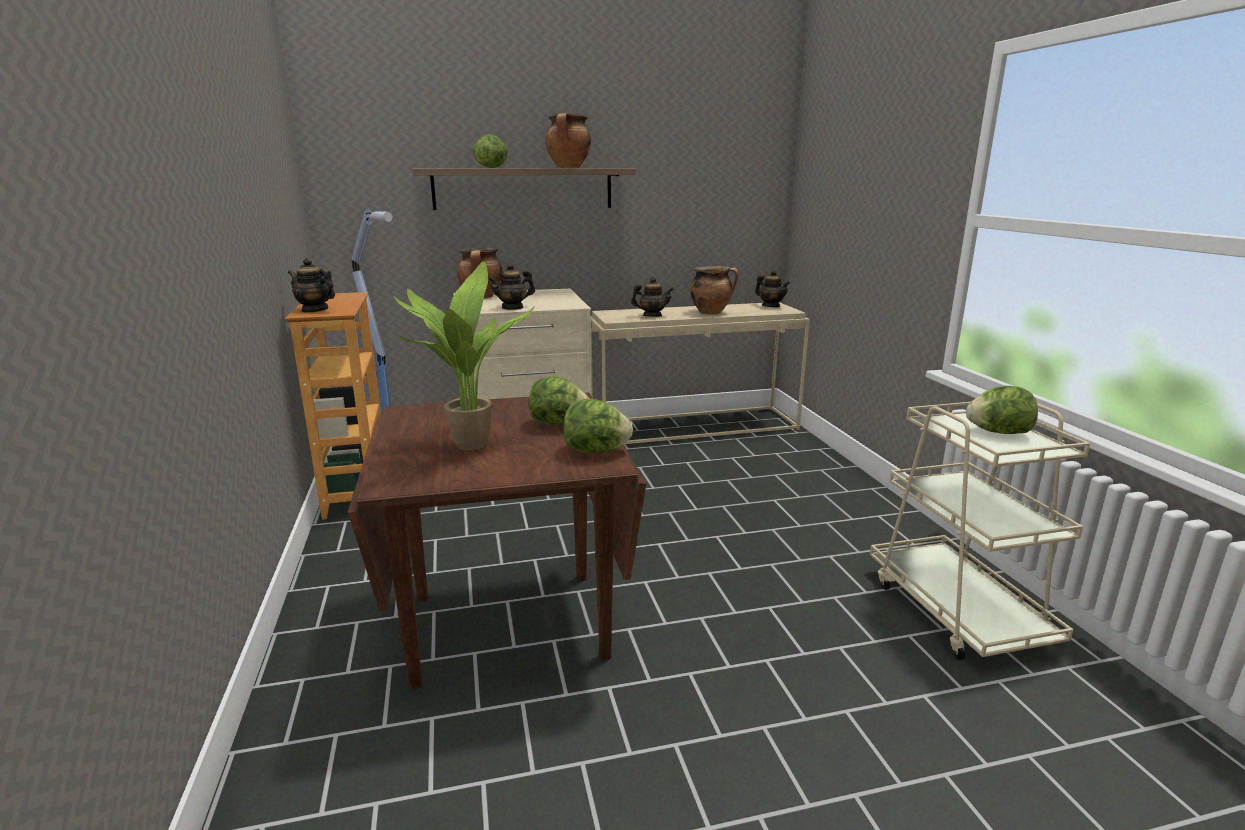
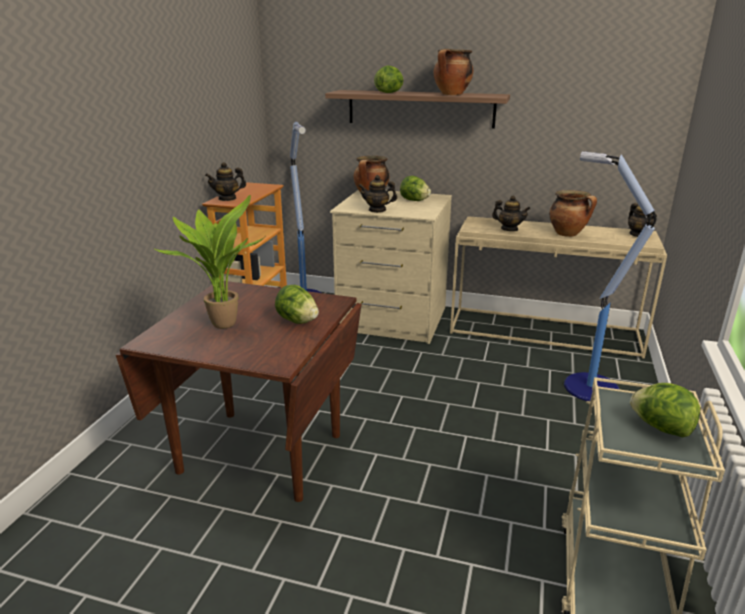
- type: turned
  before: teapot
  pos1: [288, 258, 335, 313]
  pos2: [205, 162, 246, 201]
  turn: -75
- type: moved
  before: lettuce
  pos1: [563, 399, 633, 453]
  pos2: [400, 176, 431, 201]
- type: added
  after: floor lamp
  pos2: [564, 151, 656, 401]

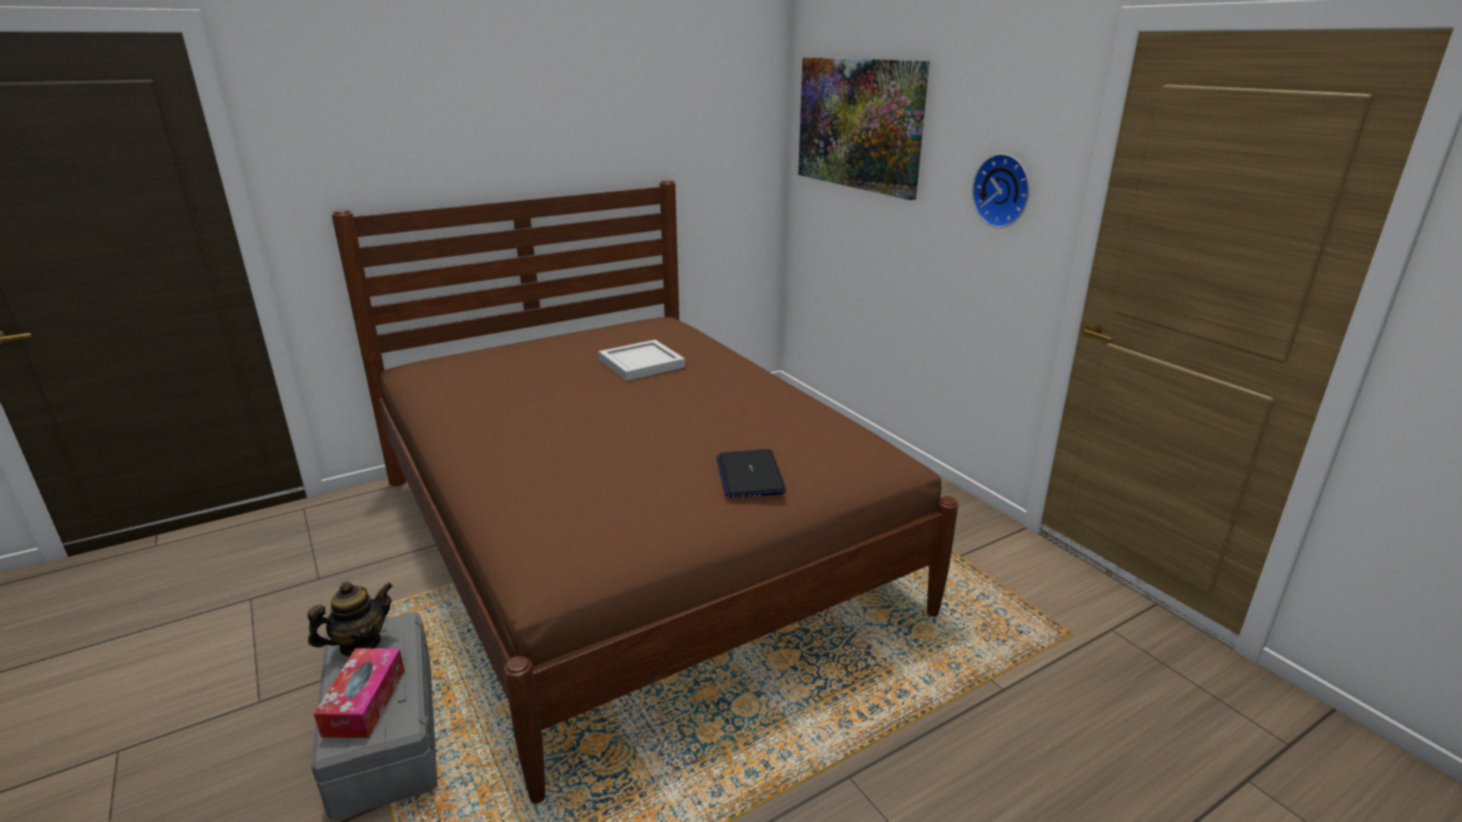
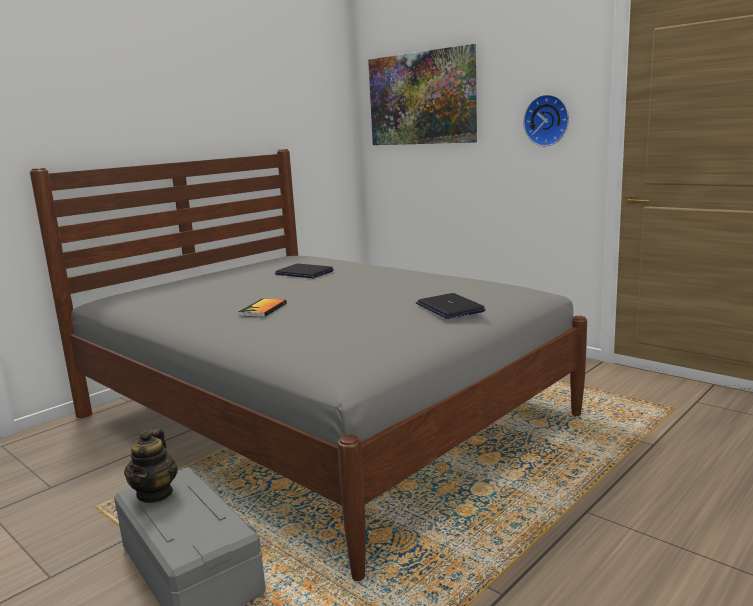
- type: recoloured
  before: brown bed
  after: grey bed
  pos1: [332, 180, 958, 804]
  pos2: [30, 149, 587, 581]
- type: turned
  before: teapot
  pos1: [308, 581, 393, 656]
  pos2: [124, 429, 178, 503]
  turn: 150
- type: added
  after: book
  pos2: [239, 299, 287, 317]
- type: replaced
  before: white tray
  after: laptop
  pos1: [598, 340, 685, 381]
  pos2: [275, 264, 334, 278]
- type: removed
  before: tissue box
  pos1: [314, 648, 405, 738]

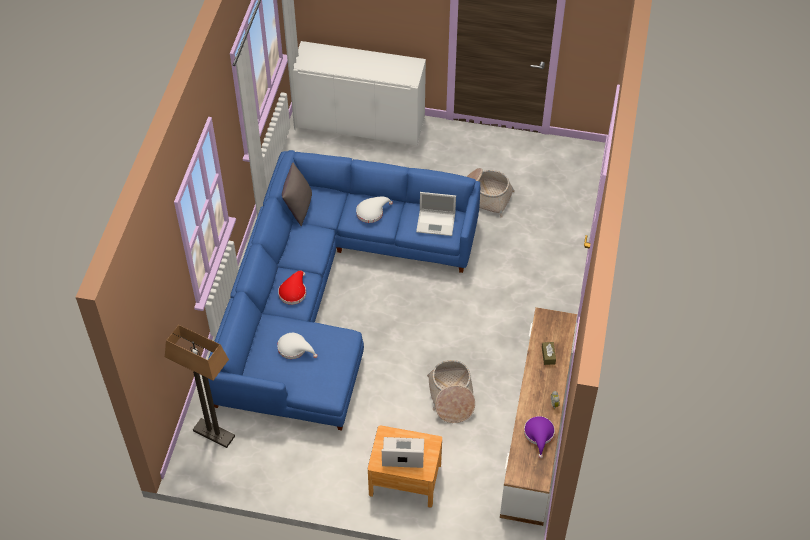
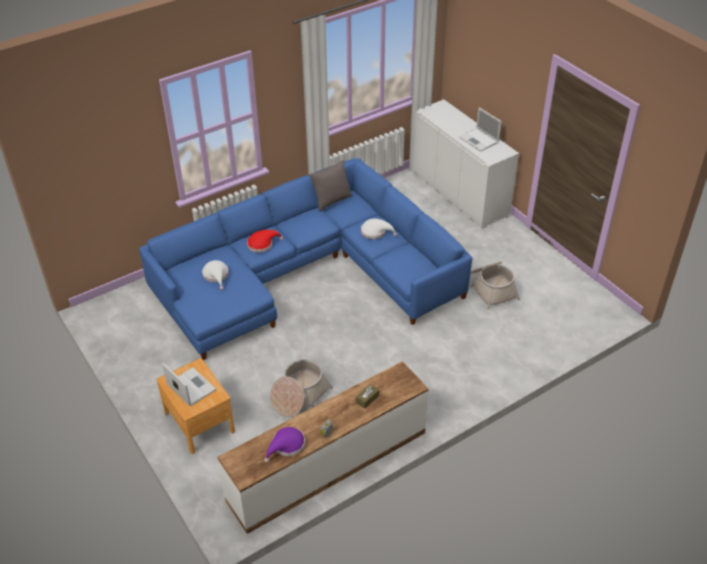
- type: moved
  before: laptop
  pos1: [416, 192, 456, 236]
  pos2: [459, 108, 502, 152]
- type: removed
  before: floor lamp
  pos1: [165, 325, 235, 448]

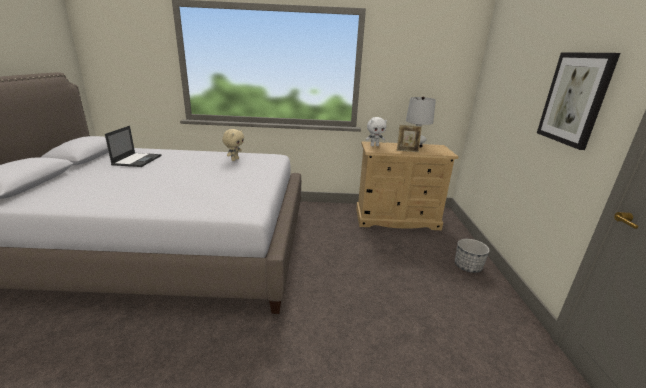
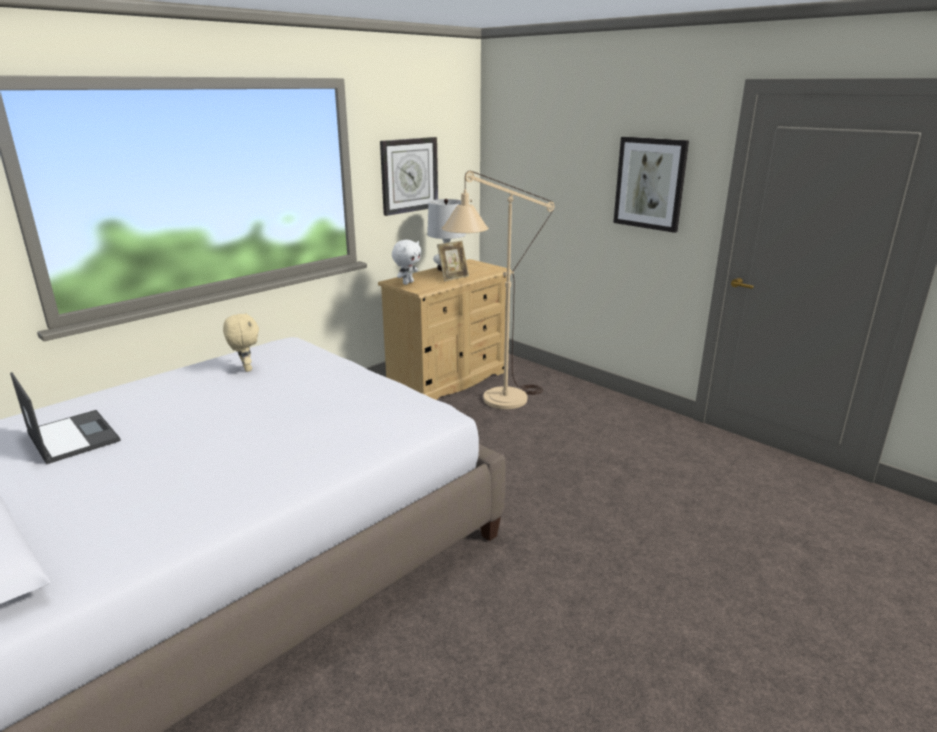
- type: added
  after: wall clock
  pos2: [380, 137, 438, 216]
- type: added
  after: beige floor lamp
  pos2: [442, 171, 555, 409]
- type: removed
  before: planter
  pos1: [455, 239, 490, 273]

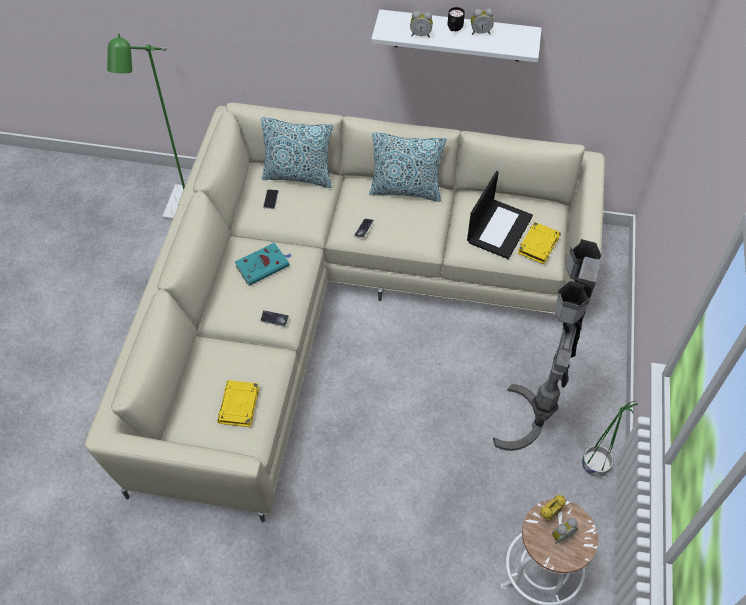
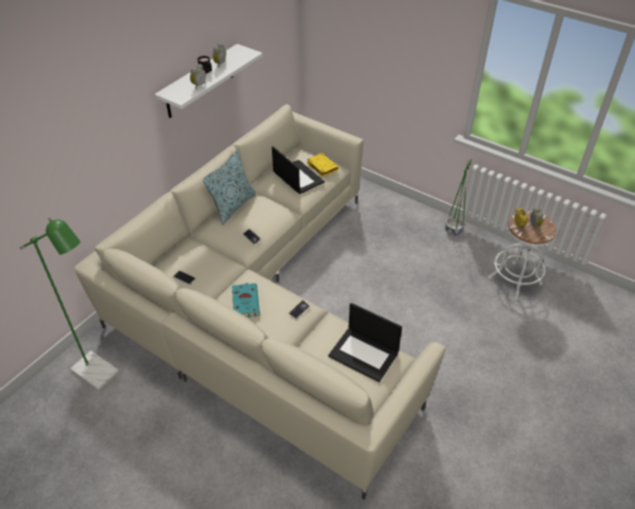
- type: replaced
  before: yellow book
  after: laptop
  pos1: [217, 380, 259, 427]
  pos2: [328, 303, 402, 382]
- type: removed
  before: pillow
  pos1: [261, 118, 333, 188]
- type: removed
  before: grey floor lamp
  pos1: [493, 239, 601, 451]

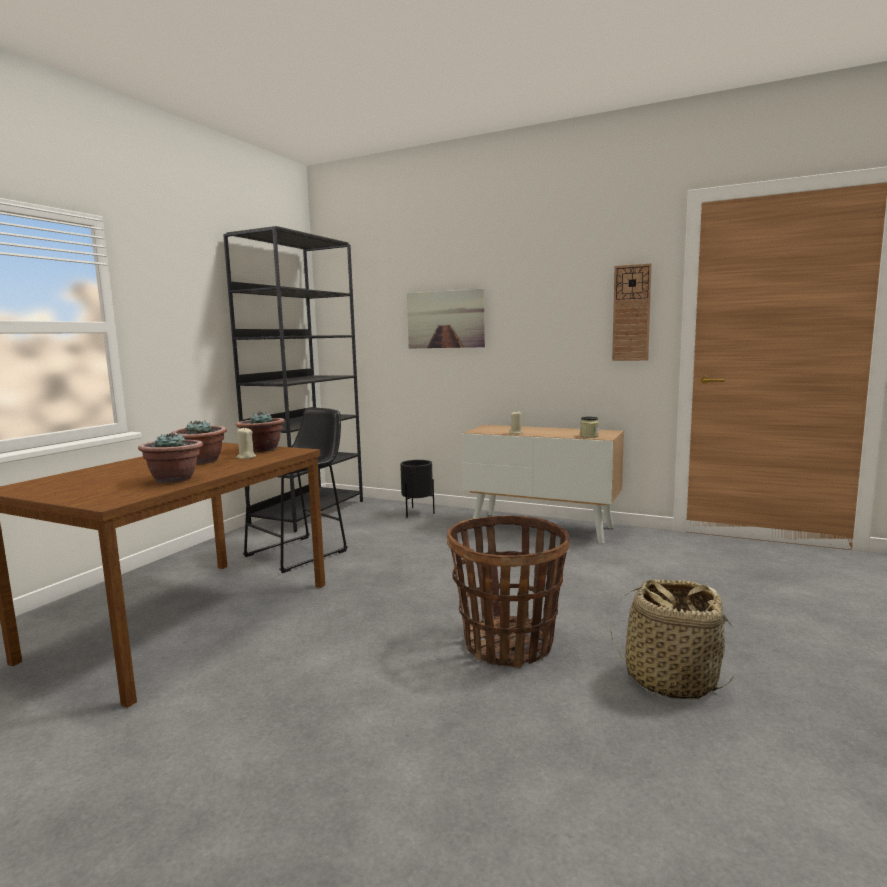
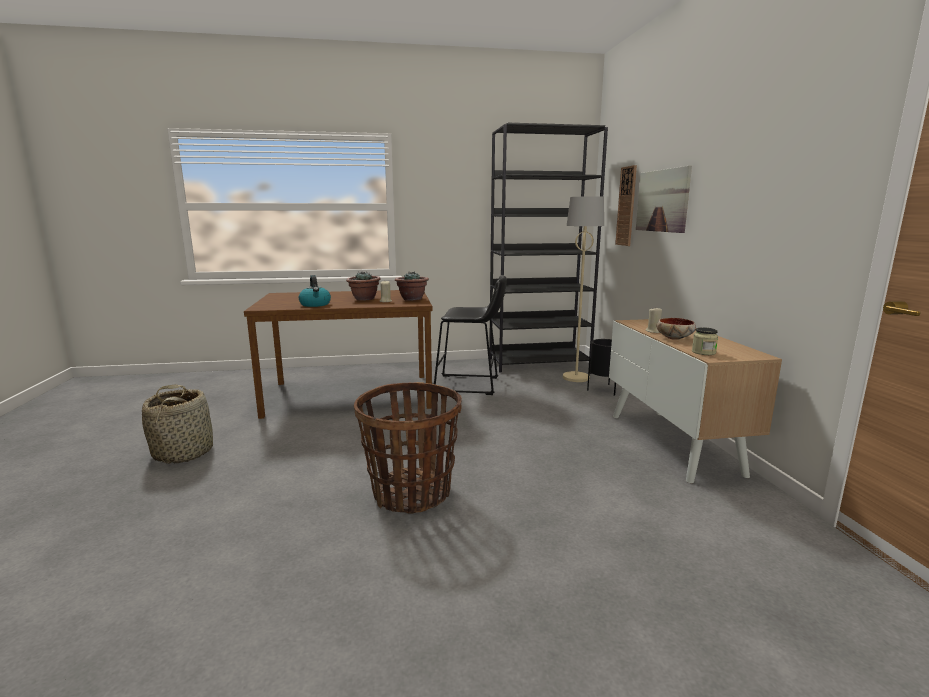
- type: moved
  before: basket
  pos1: [610, 579, 733, 700]
  pos2: [142, 384, 213, 464]
- type: replaced
  before: potted plant
  after: kettle
  pos1: [138, 432, 203, 483]
  pos2: [299, 275, 331, 307]
- type: added
  after: beige floor lamp
  pos2: [563, 196, 604, 382]
- type: moved
  before: wall clock
  pos1: [612, 263, 652, 361]
  pos2: [615, 165, 637, 246]
- type: added
  after: bowl
  pos2: [657, 318, 696, 340]

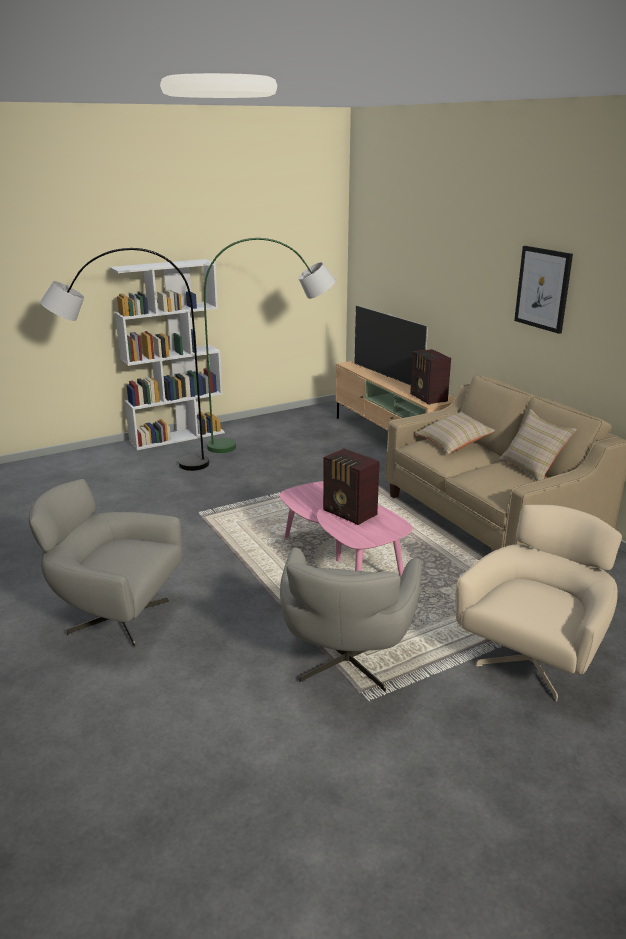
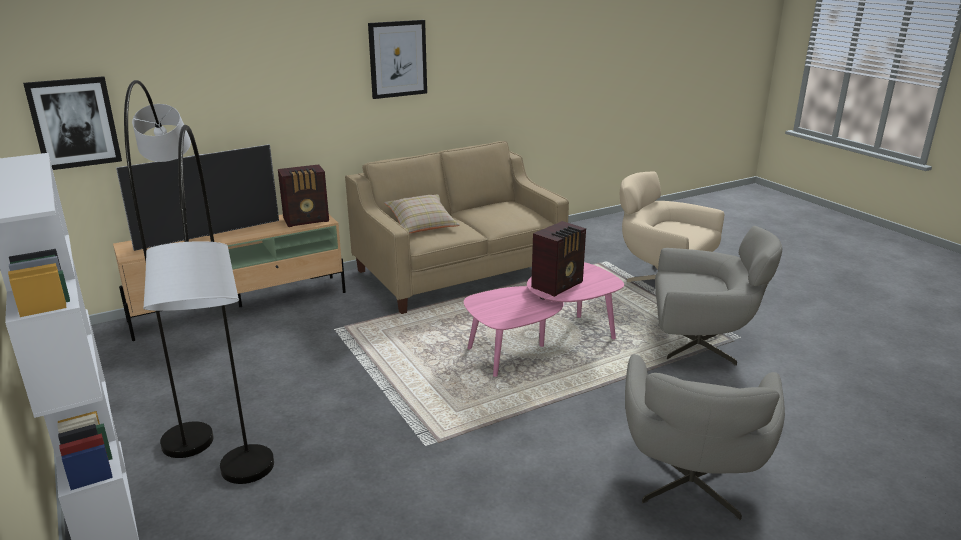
- type: added
  after: picture
  pos2: [23, 76, 122, 170]
- type: recoloured
  before: green floor lamp
  after: grey floor lamp
  pos1: [204, 238, 336, 453]
  pos2: [124, 80, 213, 458]
- type: removed
  before: beige pillow
  pos1: [499, 409, 577, 481]

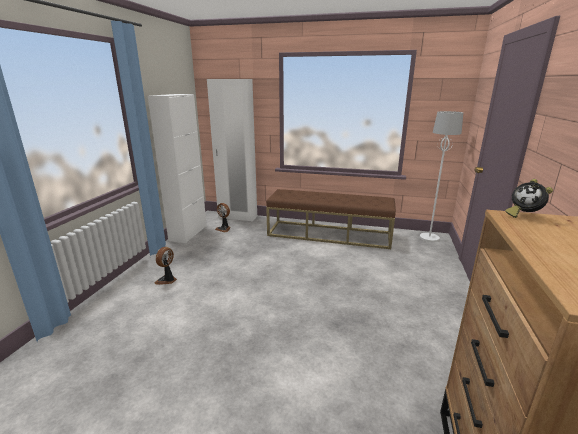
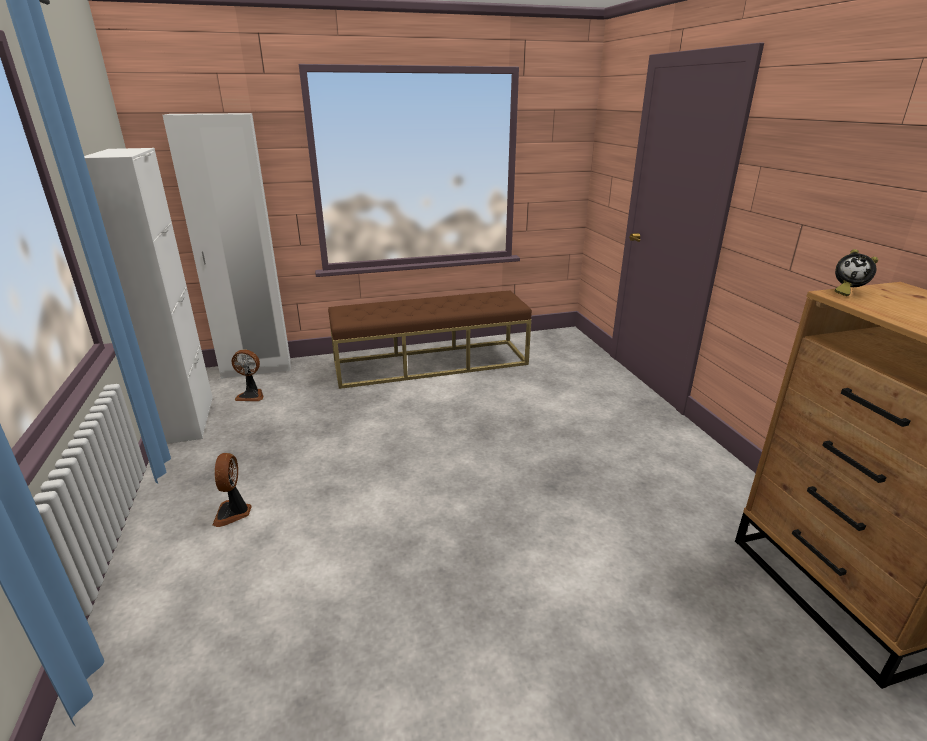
- type: removed
  before: white floor lamp
  pos1: [420, 111, 463, 242]

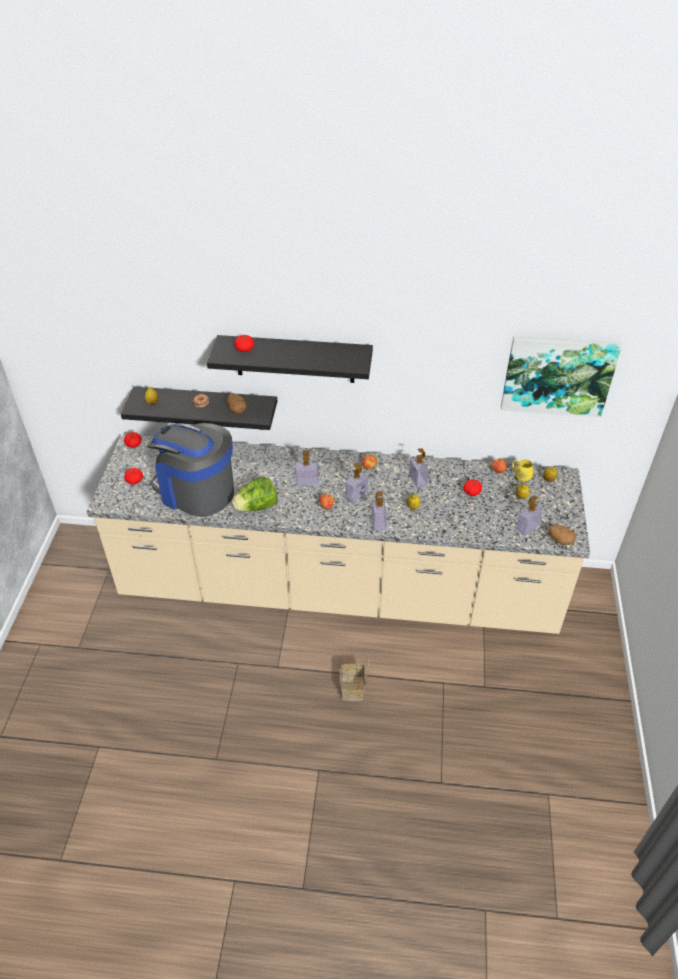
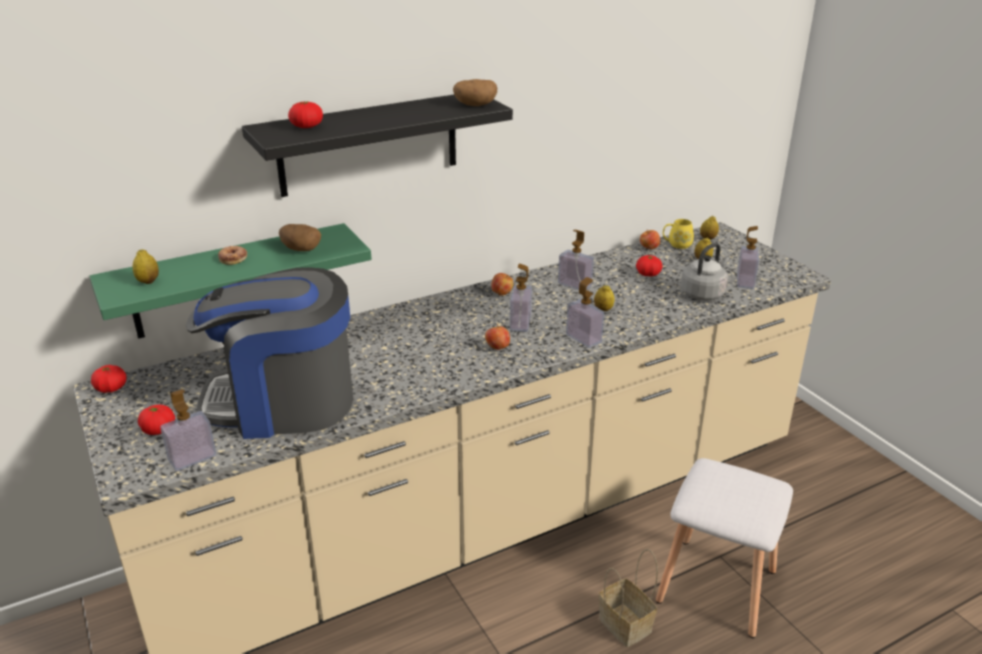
- type: recoloured
  before: black shelf
  after: green shelf
  pos1: [121, 387, 277, 430]
  pos2: [89, 223, 371, 339]
- type: moved
  before: soap dispenser
  pos1: [296, 451, 318, 486]
  pos2: [160, 389, 216, 471]
- type: moved
  before: potato
  pos1: [549, 524, 576, 545]
  pos2: [453, 79, 497, 106]
- type: added
  after: white stool
  pos2: [656, 458, 793, 638]
- type: added
  after: grey kettle
  pos2: [681, 243, 730, 300]
- type: removed
  before: lettuce
  pos1: [231, 477, 278, 512]
- type: removed
  before: picture
  pos1: [501, 336, 622, 417]

